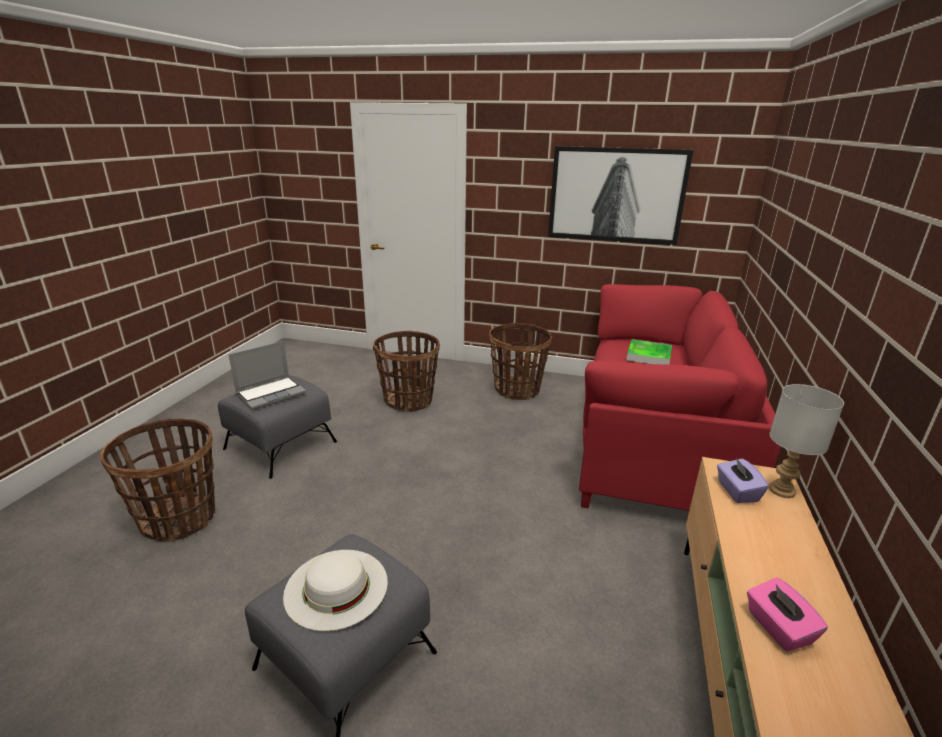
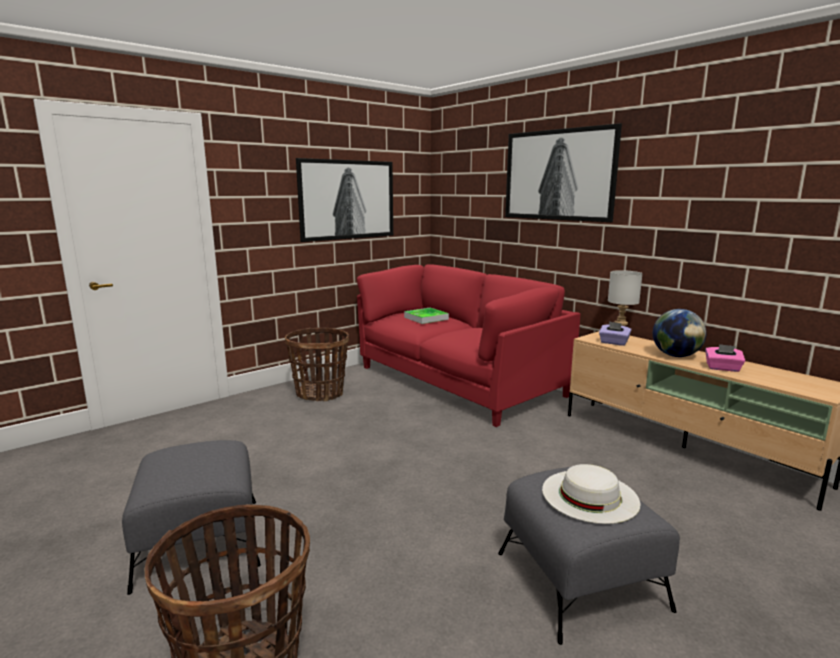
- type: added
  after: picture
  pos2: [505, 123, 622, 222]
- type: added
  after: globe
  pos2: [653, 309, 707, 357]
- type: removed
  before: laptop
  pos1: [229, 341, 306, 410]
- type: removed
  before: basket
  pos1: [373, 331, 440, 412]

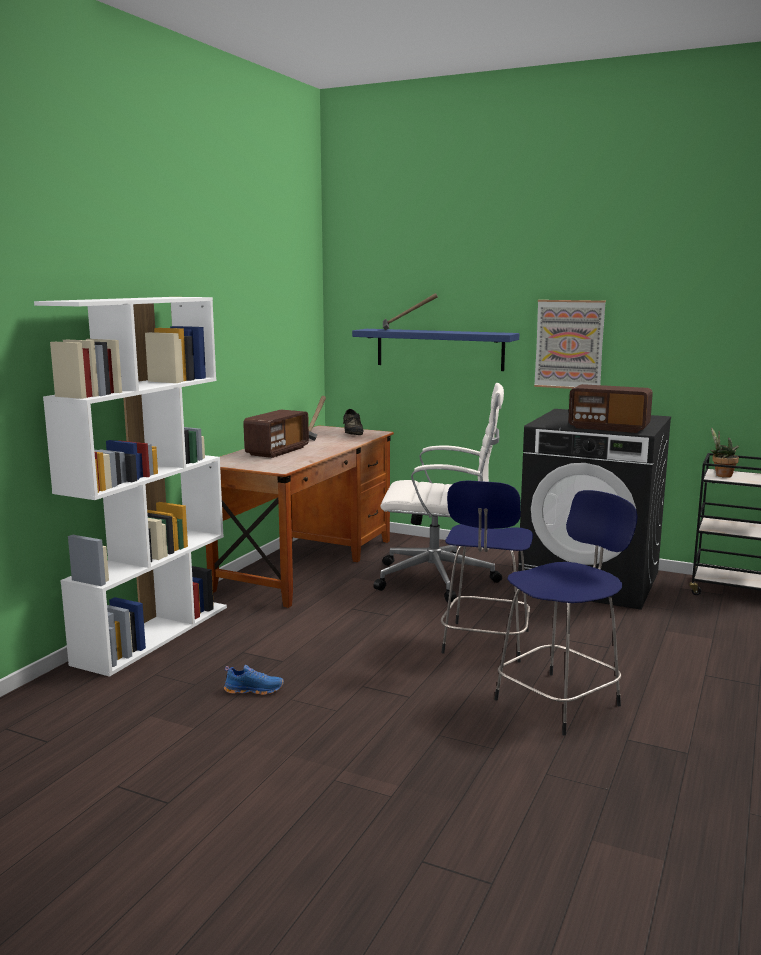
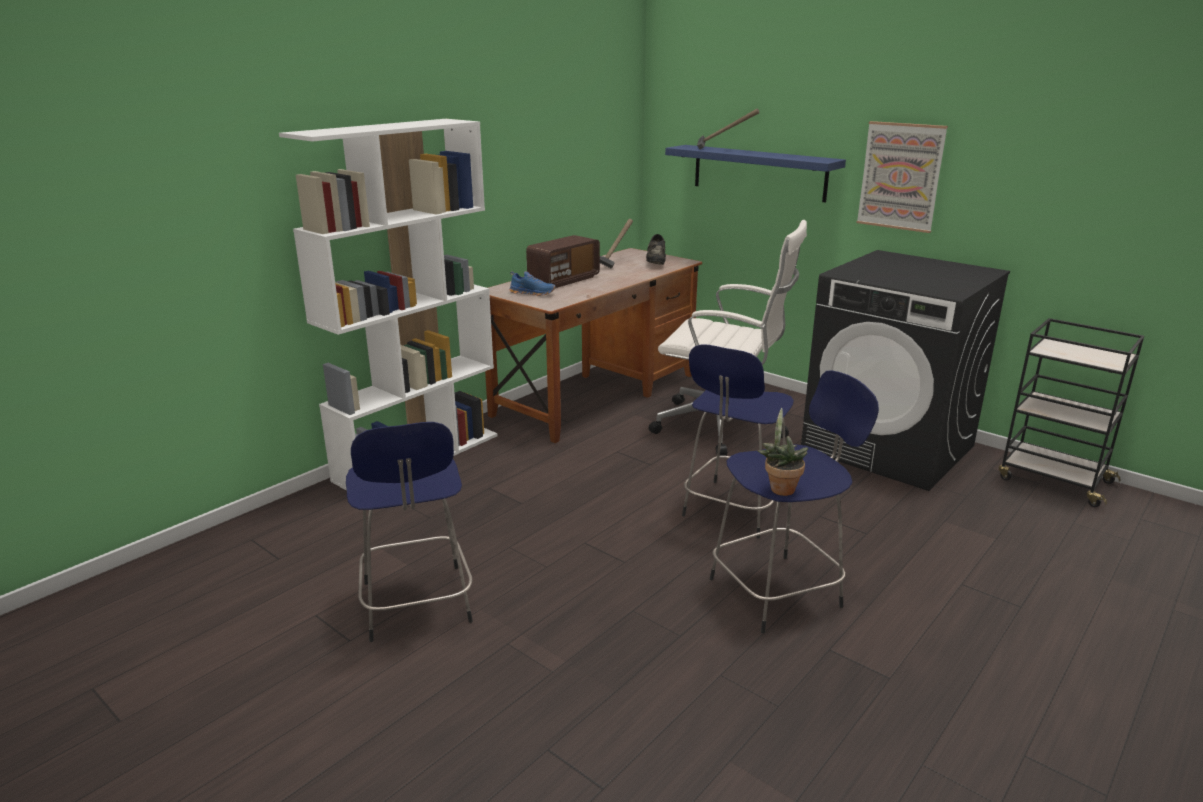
- type: added
  after: blue stool
  pos2: [346, 422, 473, 642]
- type: moved
  before: blue shoe
  pos1: [224, 665, 284, 695]
  pos2: [509, 271, 556, 296]
- type: moved
  before: potted plant
  pos1: [710, 427, 739, 478]
  pos2: [758, 408, 808, 496]
- type: removed
  before: radio
  pos1: [568, 384, 653, 433]

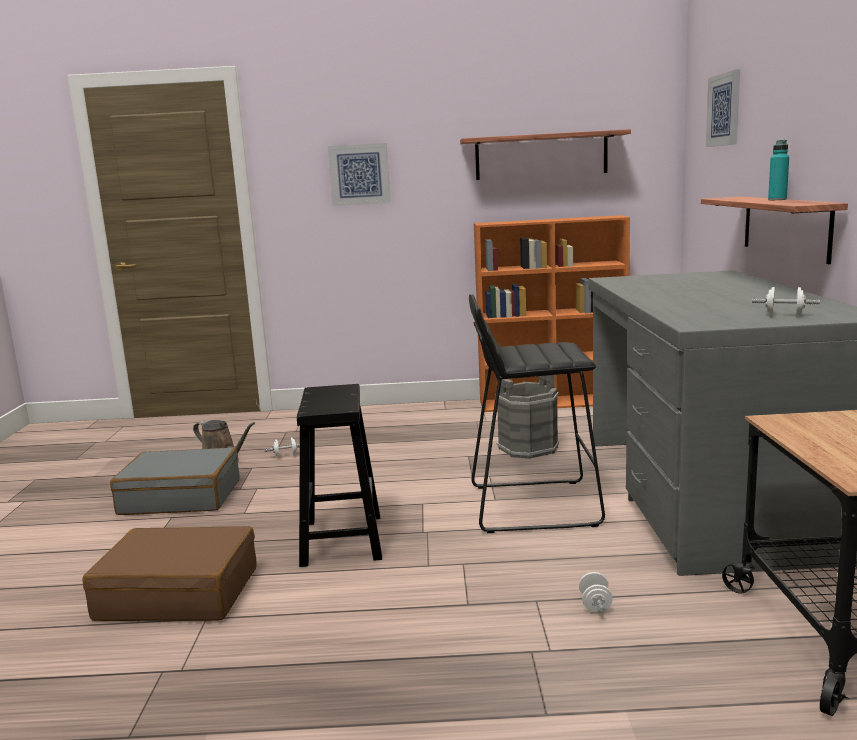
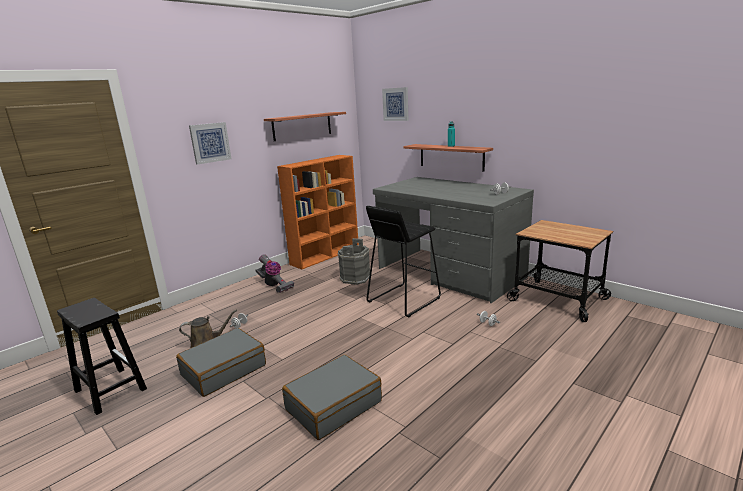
- type: moved
  before: black stool
  pos1: [297, 384, 382, 567]
  pos2: [57, 298, 147, 415]
- type: added
  after: vacuum cleaner
  pos2: [255, 254, 294, 293]
- type: recoloured
  before: brown suitcase
  after: grey suitcase
  pos1: [83, 526, 257, 621]
  pos2: [282, 355, 382, 440]

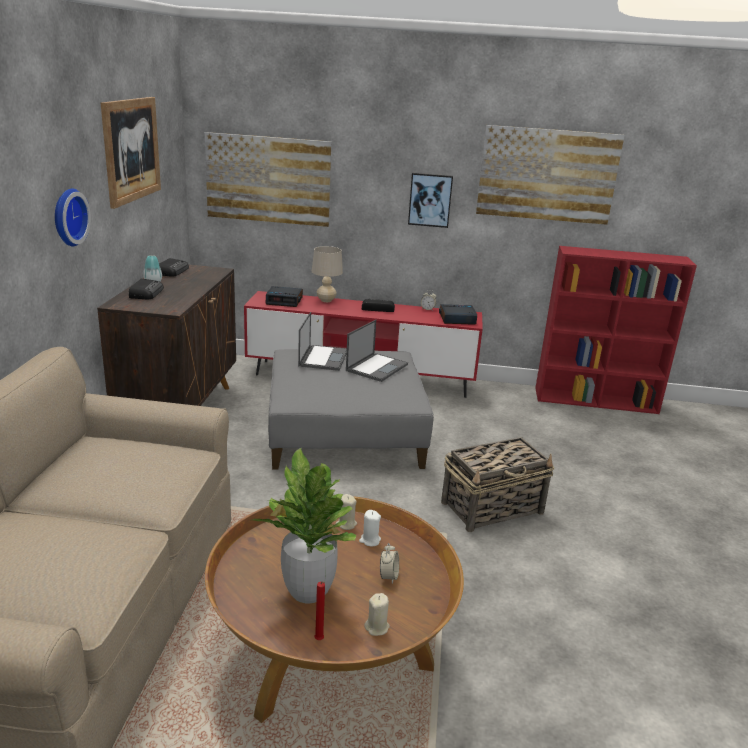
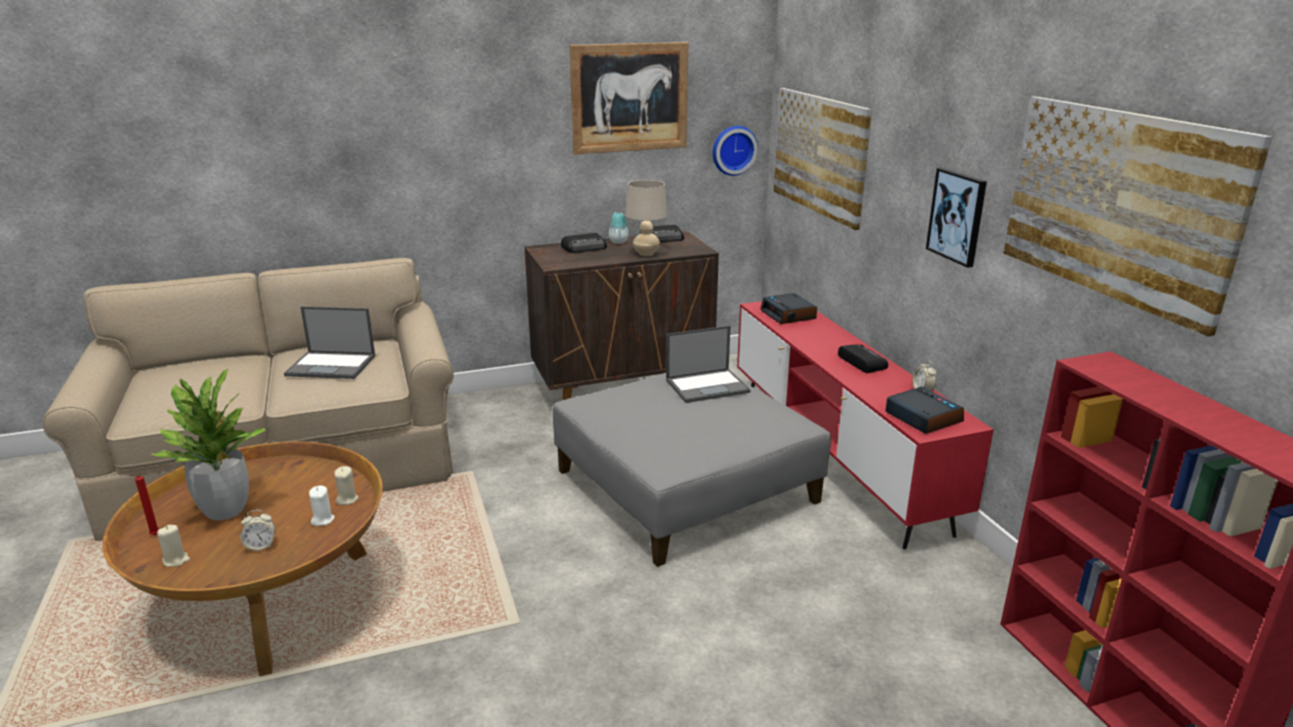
- type: moved
  before: laptop
  pos1: [346, 320, 408, 382]
  pos2: [284, 306, 375, 379]
- type: moved
  before: beige table lamp
  pos1: [312, 246, 343, 302]
  pos2: [625, 180, 668, 256]
- type: moved
  before: wall clock
  pos1: [55, 188, 91, 246]
  pos2: [712, 126, 758, 176]
- type: removed
  before: basket
  pos1: [441, 437, 554, 532]

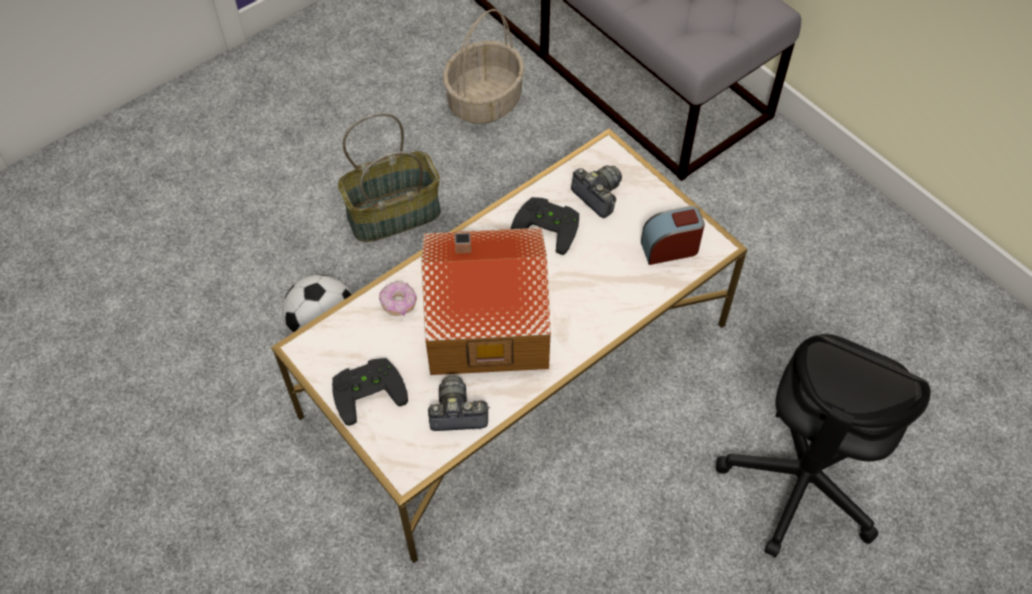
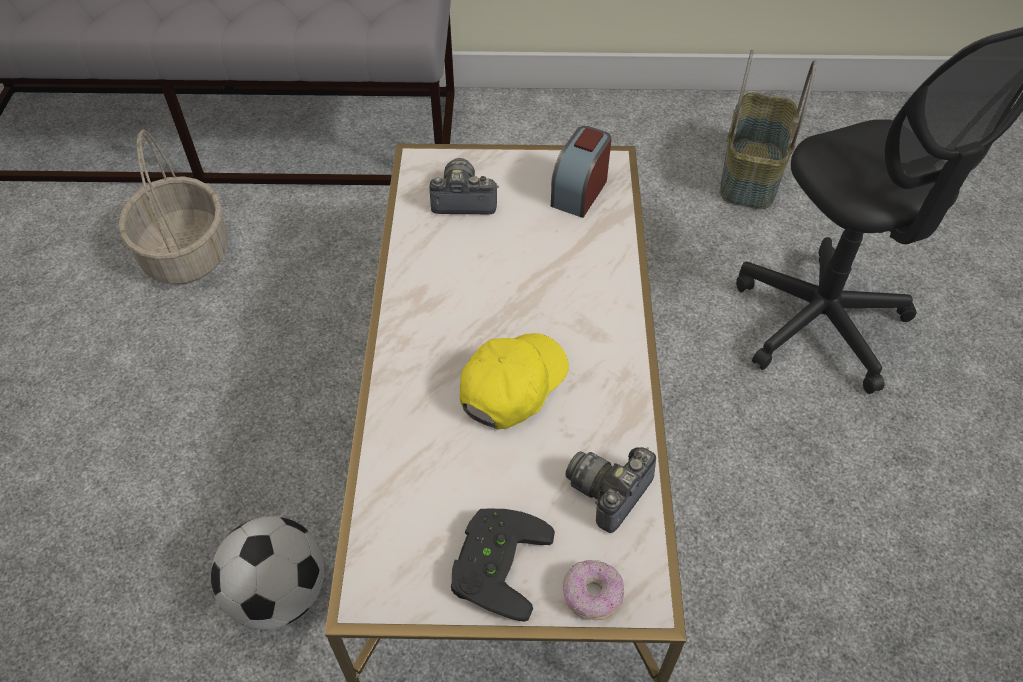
- type: replaced
  before: toy house
  after: yellow cap
  pos1: [421, 228, 551, 375]
  pos2: [460, 333, 569, 429]
- type: moved
  before: donut
  pos1: [379, 281, 417, 316]
  pos2: [563, 560, 624, 620]
- type: moved
  before: basket
  pos1: [338, 113, 441, 242]
  pos2: [720, 50, 816, 209]
- type: removed
  before: black game controller
  pos1: [511, 197, 579, 255]

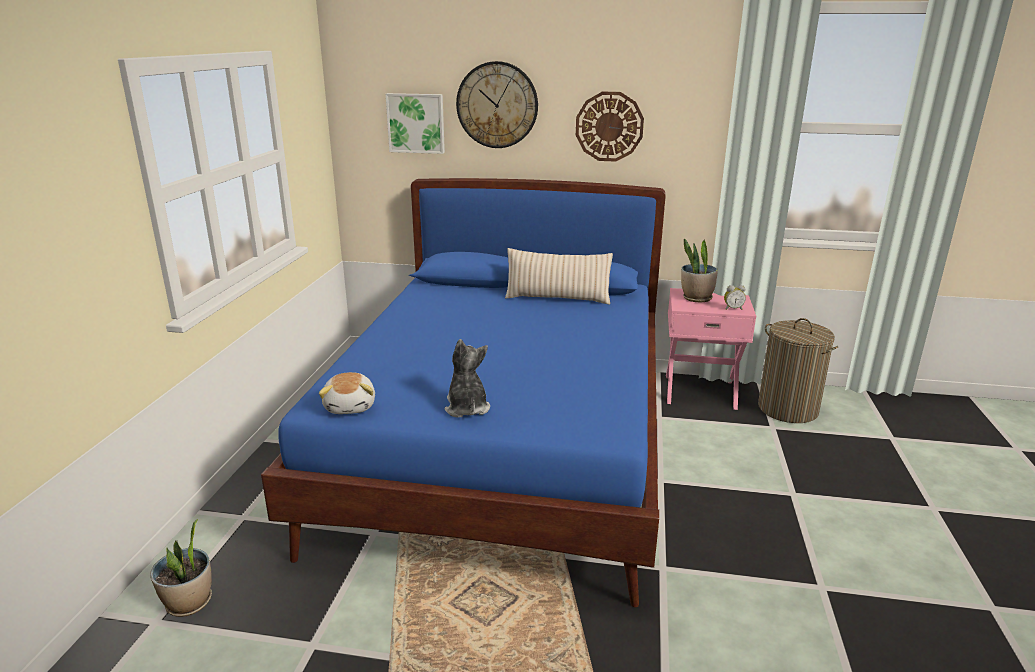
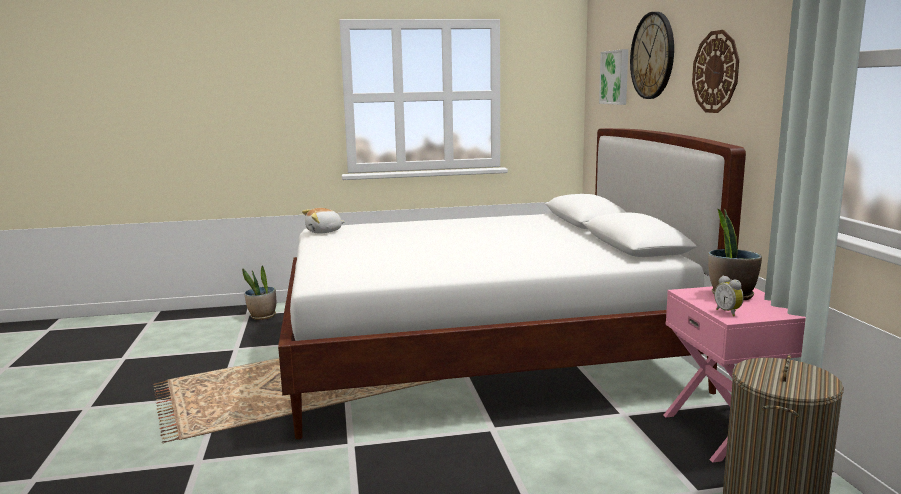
- type: recoloured
  before: blue bed
  after: white bed
  pos1: [261, 178, 666, 608]
  pos2: [278, 128, 746, 440]
- type: removed
  before: plush toy
  pos1: [445, 339, 490, 418]
- type: removed
  before: beige pillow
  pos1: [505, 248, 613, 305]

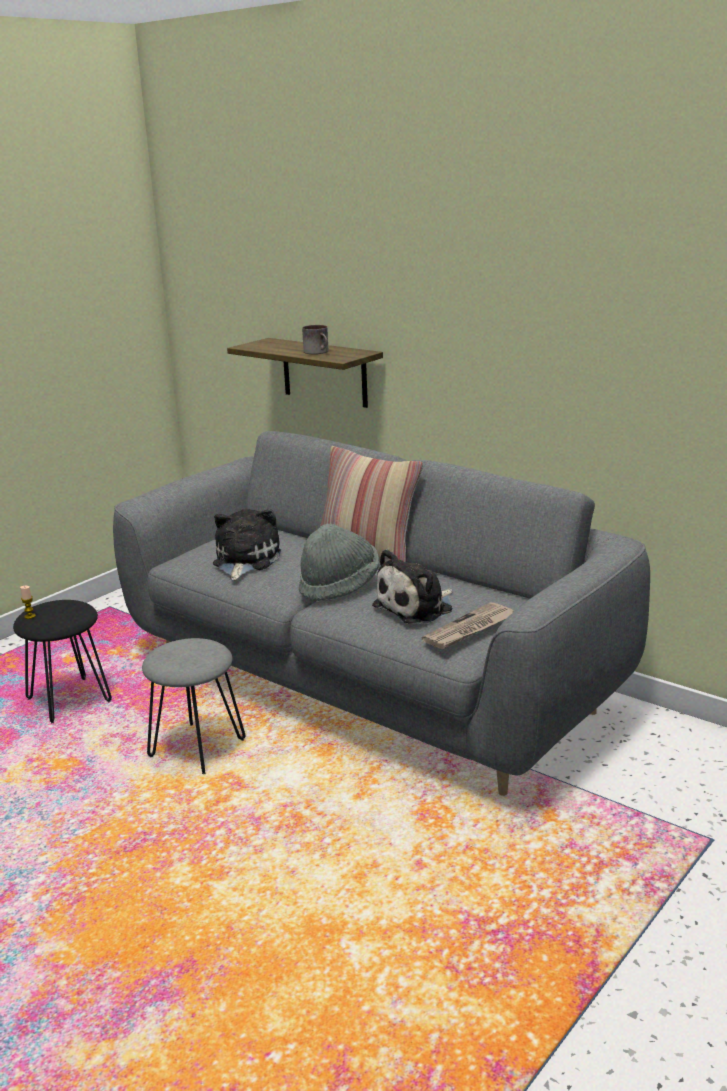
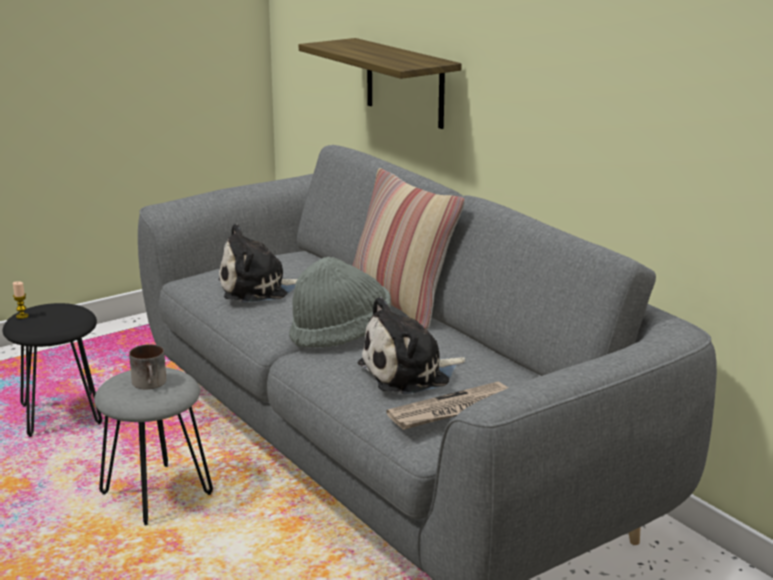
- type: moved
  before: mug
  pos1: [302, 325, 329, 354]
  pos2: [129, 344, 167, 389]
- type: turned
  before: plush toy
  pos1: [213, 509, 281, 580]
  pos2: [219, 223, 297, 302]
  turn: -135

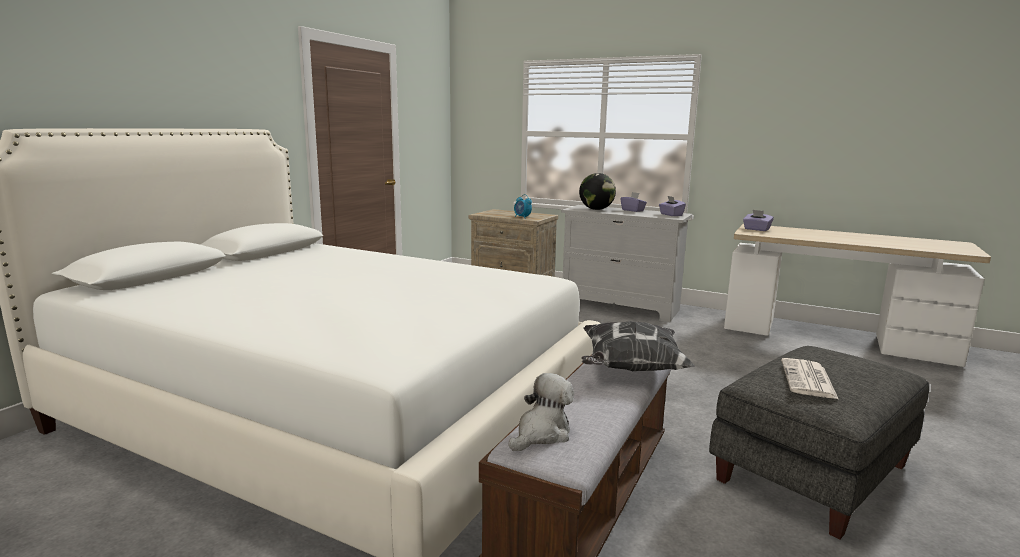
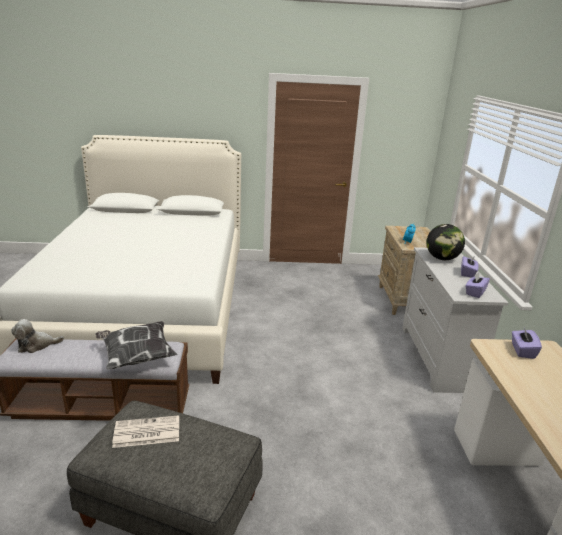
- type: turned
  before: plush toy
  pos1: [509, 373, 574, 451]
  pos2: [11, 319, 64, 353]
  turn: 150

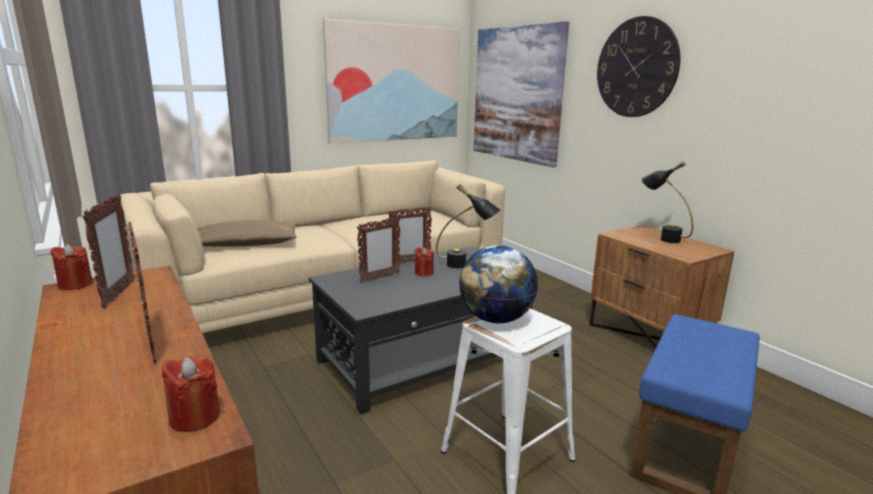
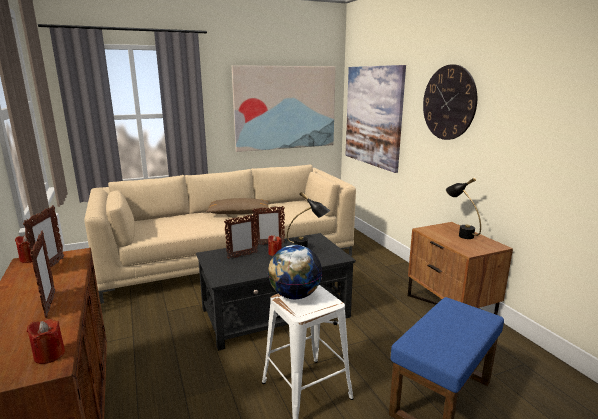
- type: moved
  before: brown pillow
  pos1: [197, 220, 298, 247]
  pos2: [206, 198, 270, 214]

